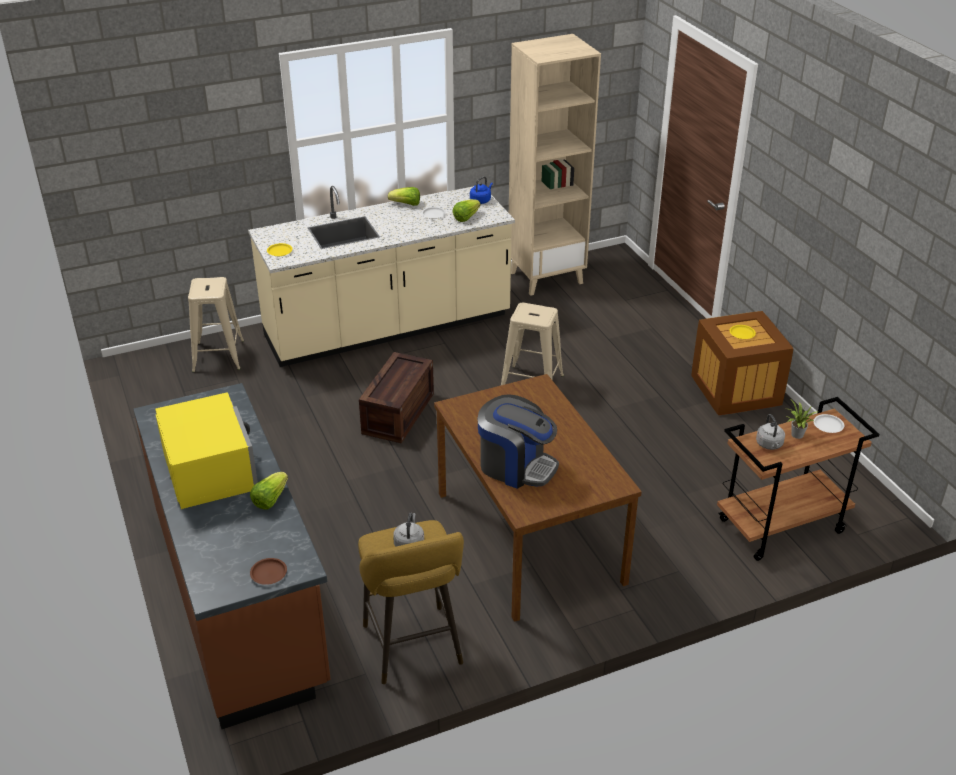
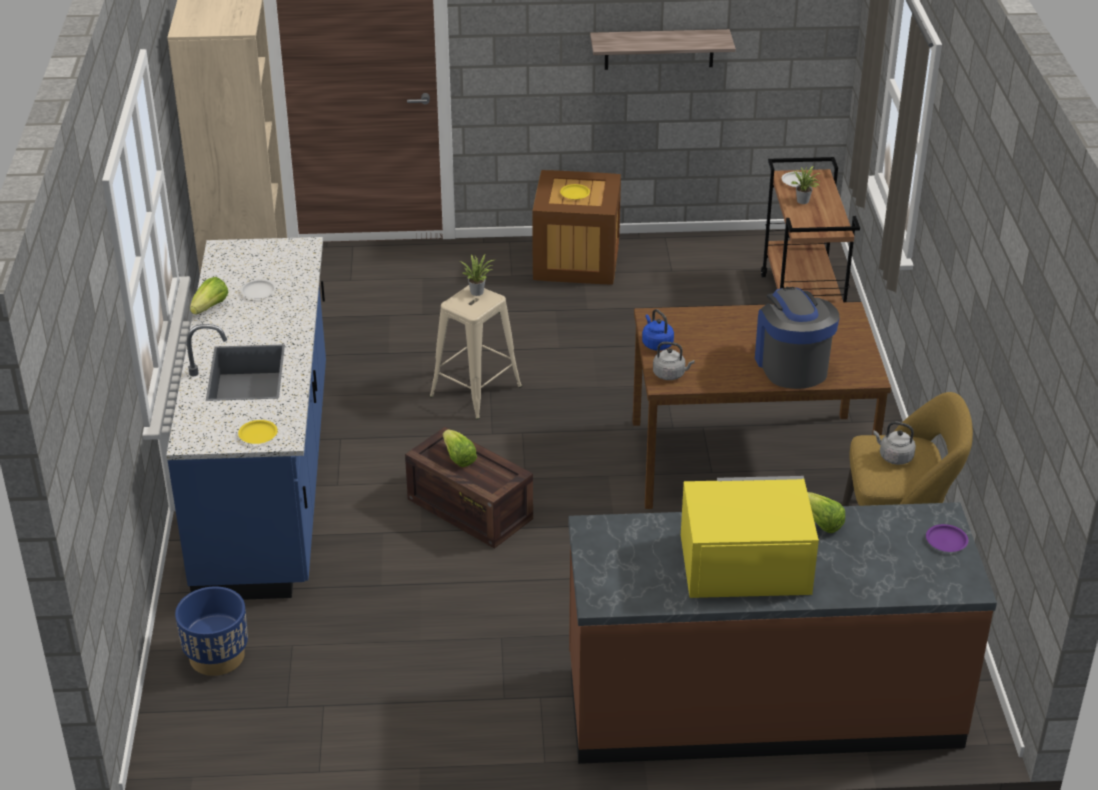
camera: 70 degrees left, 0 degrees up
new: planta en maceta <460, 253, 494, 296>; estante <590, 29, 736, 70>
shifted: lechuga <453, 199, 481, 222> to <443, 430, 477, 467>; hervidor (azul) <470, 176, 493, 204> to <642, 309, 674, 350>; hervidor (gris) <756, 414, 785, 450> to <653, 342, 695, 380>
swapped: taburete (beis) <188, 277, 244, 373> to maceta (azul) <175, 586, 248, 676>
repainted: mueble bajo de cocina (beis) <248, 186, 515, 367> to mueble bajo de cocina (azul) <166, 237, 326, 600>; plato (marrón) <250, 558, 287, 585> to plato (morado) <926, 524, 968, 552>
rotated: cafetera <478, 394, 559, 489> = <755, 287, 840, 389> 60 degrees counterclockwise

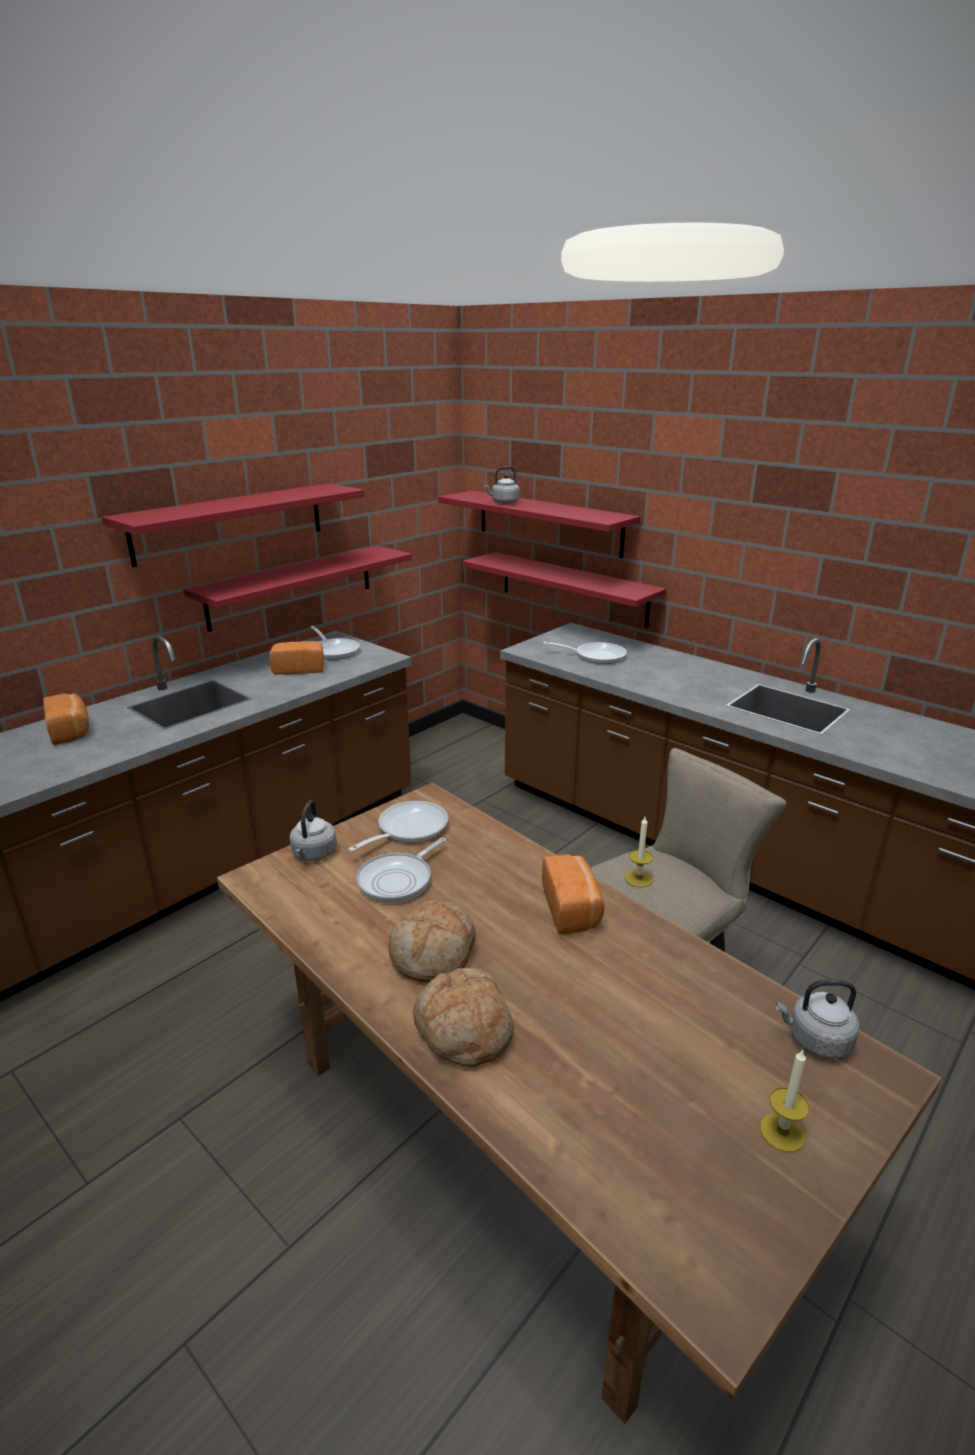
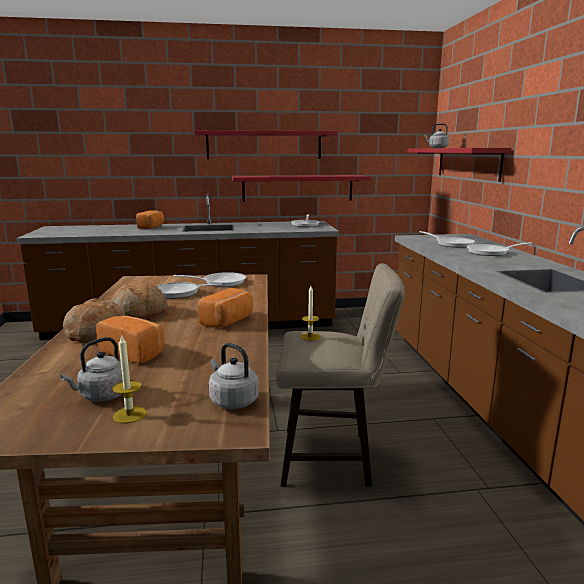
camera: 40 degrees right, 10 degrees down
gone: estante (rojo) <463, 552, 666, 628>
new: sartén <467, 242, 533, 256>
shifted: hervidor (gris) <290, 800, 337, 861> to <61, 337, 123, 401>; pan <269, 641, 324, 675> to <96, 316, 165, 364>

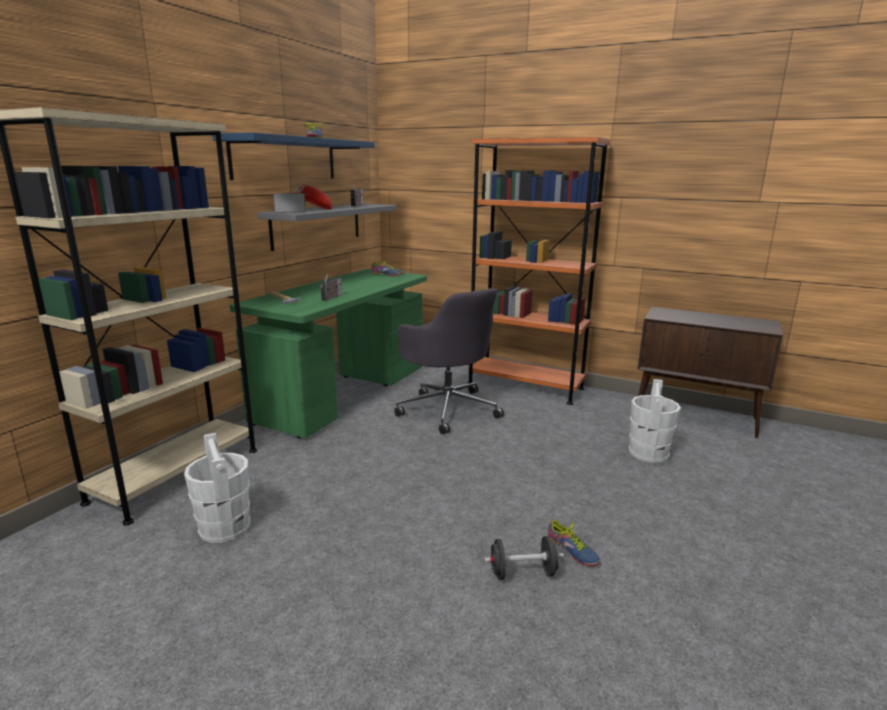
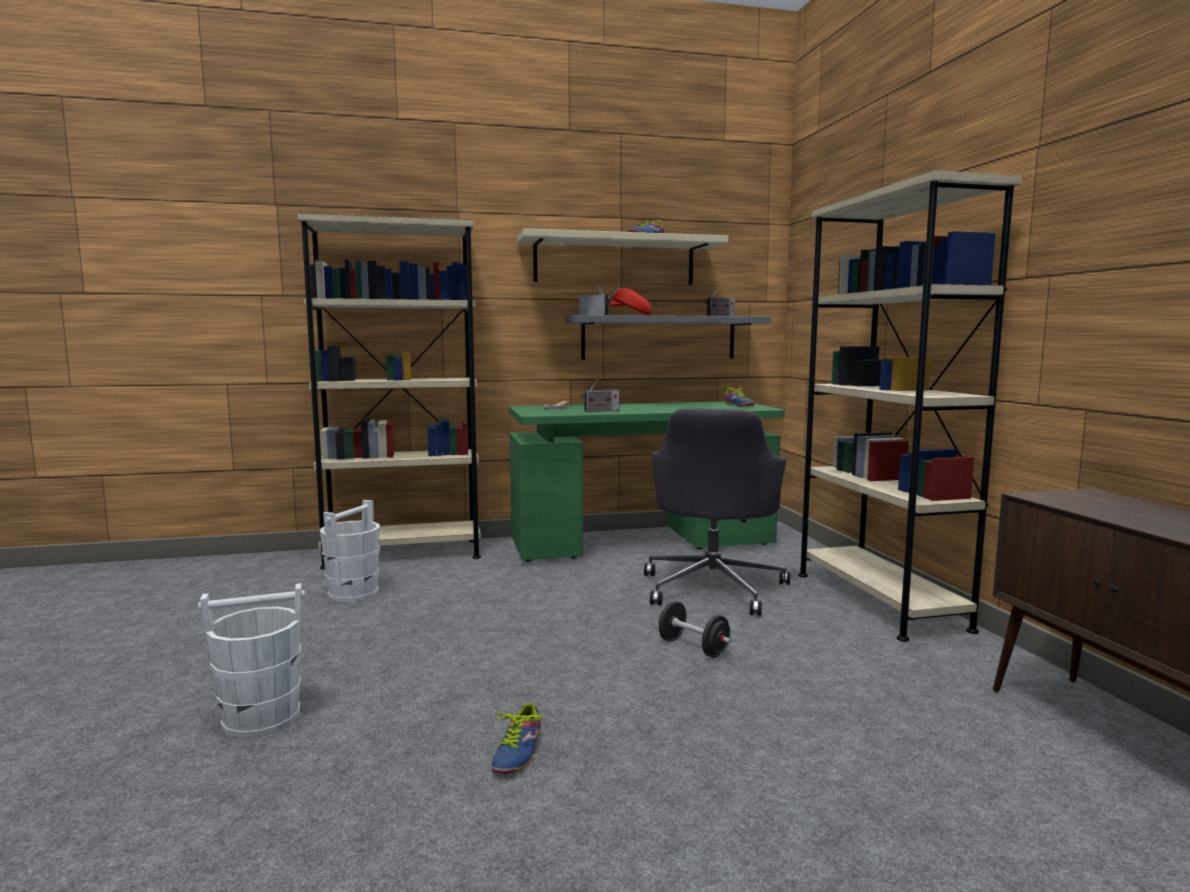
camera: 50 degrees right, 10 degrees down
shifted: cubo (blanco) <629, 379, 681, 463> to <198, 583, 305, 738>; mancuerna (negro) <484, 536, 564, 580> to <658, 601, 731, 658>
repainted: estante (azul) <212, 132, 375, 180> to estante (beis) <517, 228, 728, 285>; estantería (naranja) <467, 137, 610, 405> to estantería (beis) <798, 170, 1022, 642>

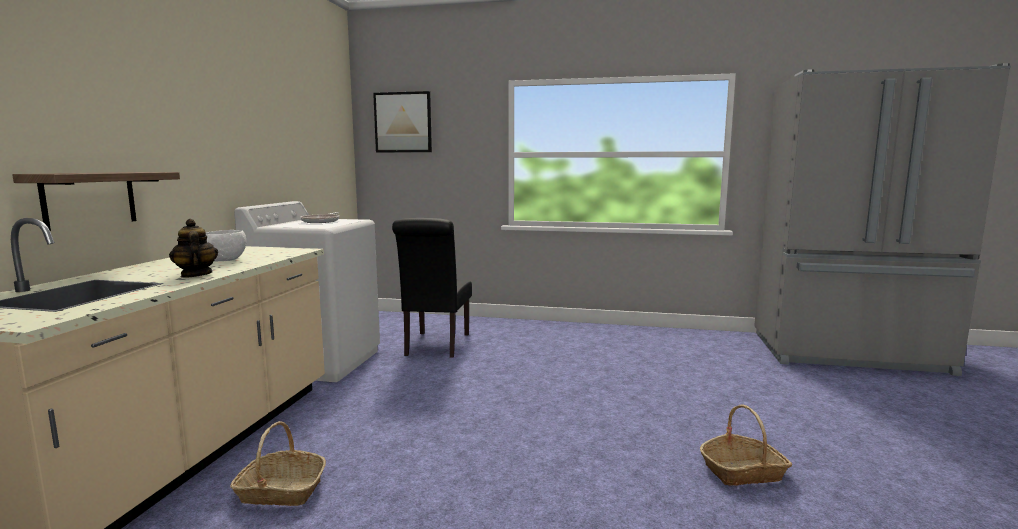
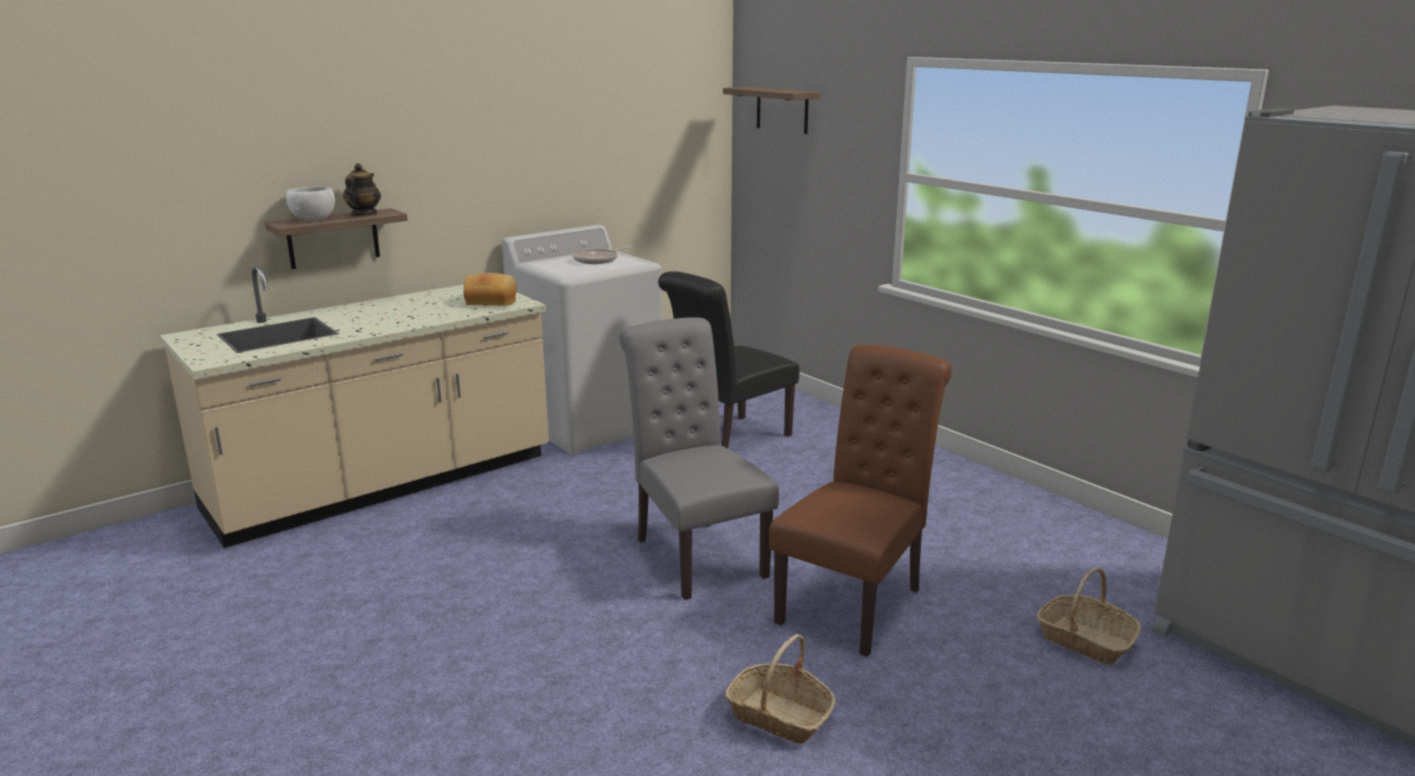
camera: 40 degrees right, 10 degrees up
new: pan <464, 273, 517, 306>; silla (gris) <619, 317, 779, 600>; silla (marrón) <769, 344, 952, 657>
shifted: cuenco (blanco) <206, 230, 246, 261> to <286, 186, 335, 220>; tetera <169, 219, 218, 278> to <343, 163, 381, 216>; cesta <230, 421, 326, 506> to <1037, 568, 1141, 665>
swapped: cuadro <373, 91, 432, 153> to estante <723, 87, 820, 134>

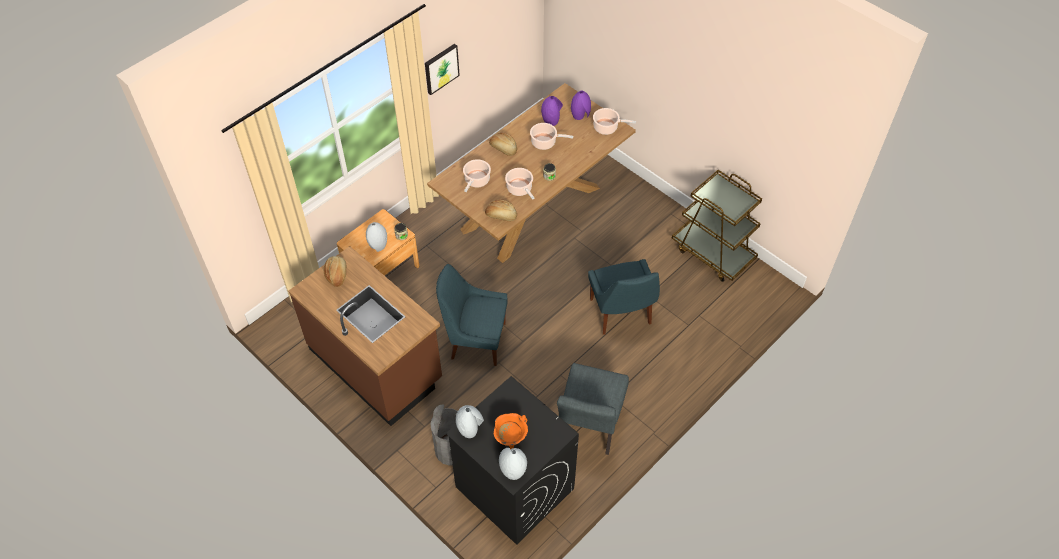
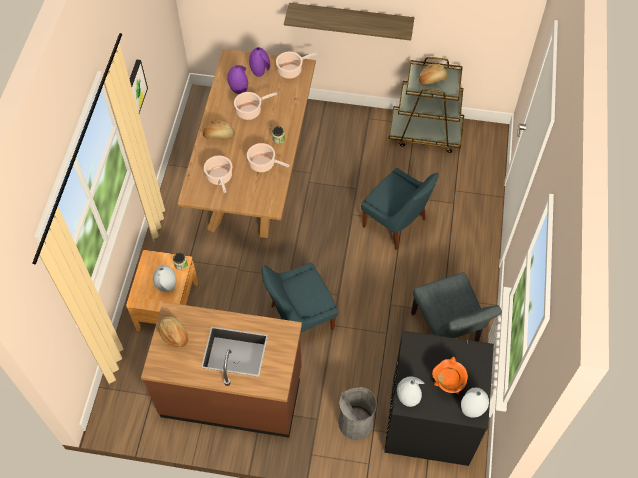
camera: 35 degrees left, 5 degrees up
new: estante <284, 3, 414, 41>
shifted: pan <485, 200, 517, 221> to <419, 64, 448, 85>

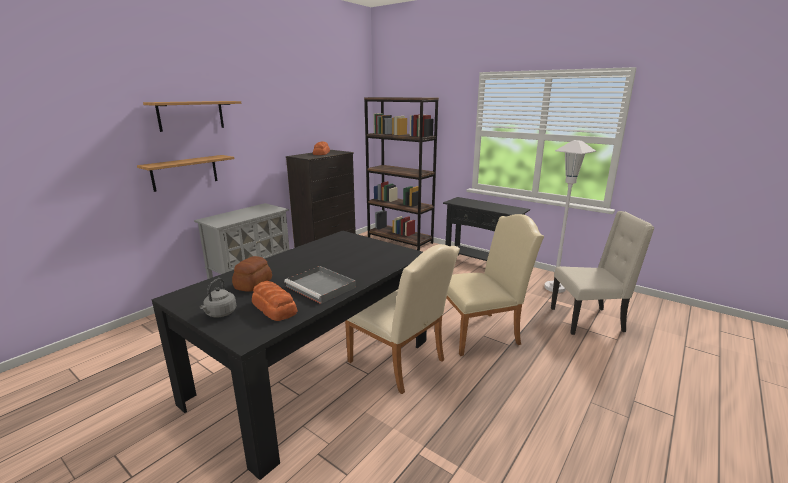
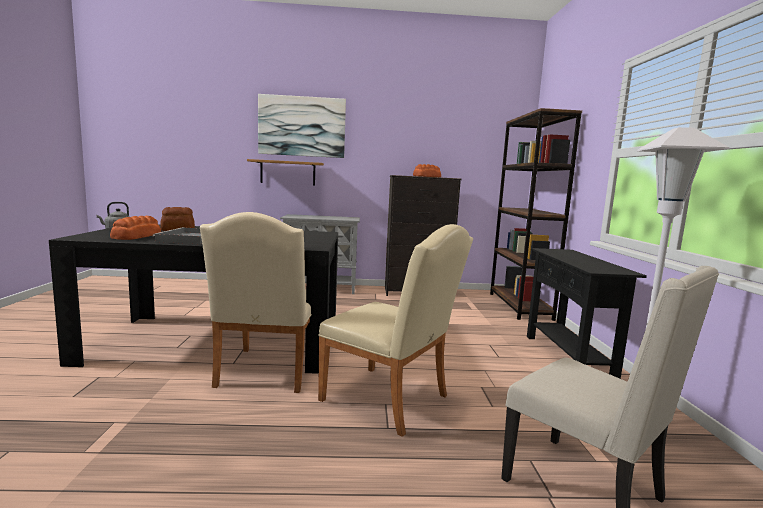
camera: 50 degrees right, 10 degrees down
swapped: estante <143, 101, 241, 132> to cuadro <258, 94, 346, 158>

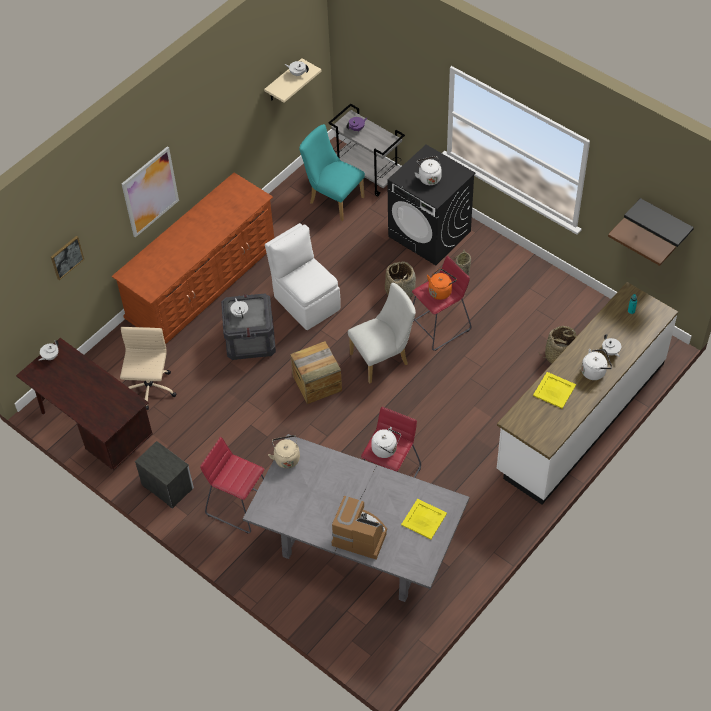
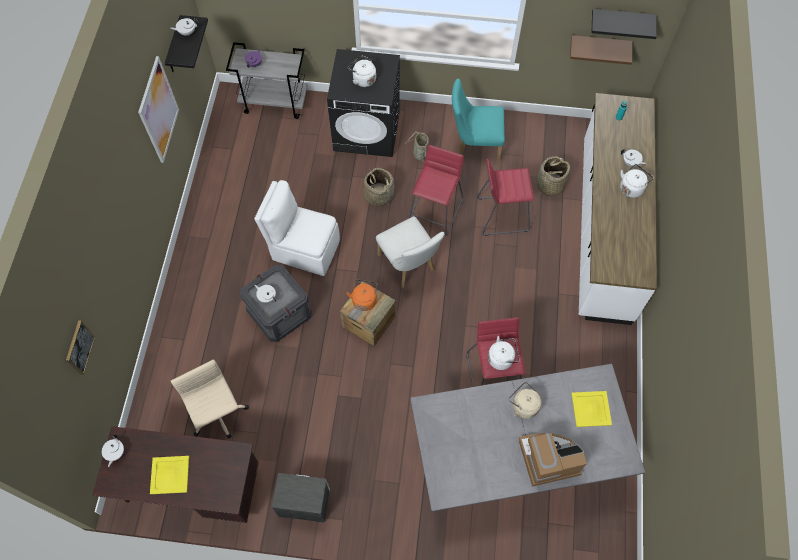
camera: 35 degrees left, 10 degrees up
gone: cómoda (marrón) <112, 173, 274, 344>
shifted: cuadro <122, 146, 179, 237> to <138, 56, 179, 163>; bandeja (amarillo) <533, 372, 576, 409> to <150, 456, 189, 494>; hervidor (naranja) <427, 268, 457, 300> to <346, 279, 378, 311>; silla (turquesa) <299, 124, 365, 221> to <452, 78, 505, 162>; taburete (rojo) <200, 437, 265, 534> to <477, 159, 534, 236>; hervidor (beis) <268, 435, 300, 468> to <509, 382, 542, 419>
repainted: estante (beis) <264, 58, 322, 103> to estante (negro) <165, 15, 208, 72>
rotated: silla (blanco) <348, 283, 416, 384> = <376, 216, 444, 288> 120 degrees clockwise

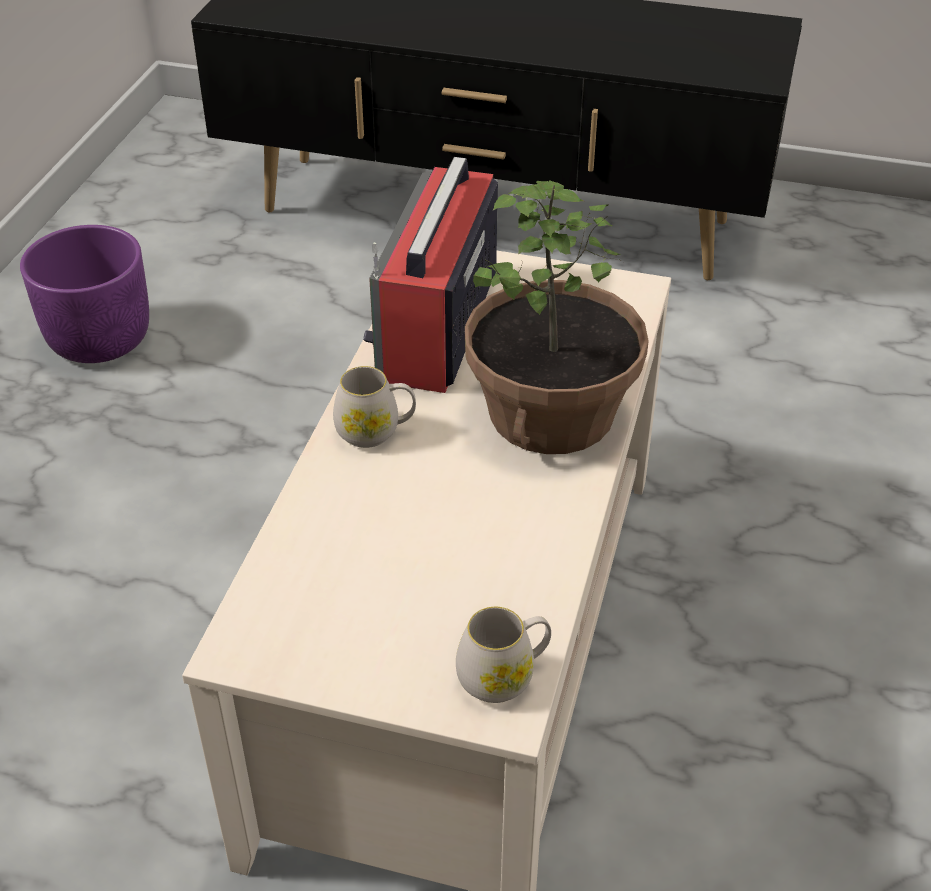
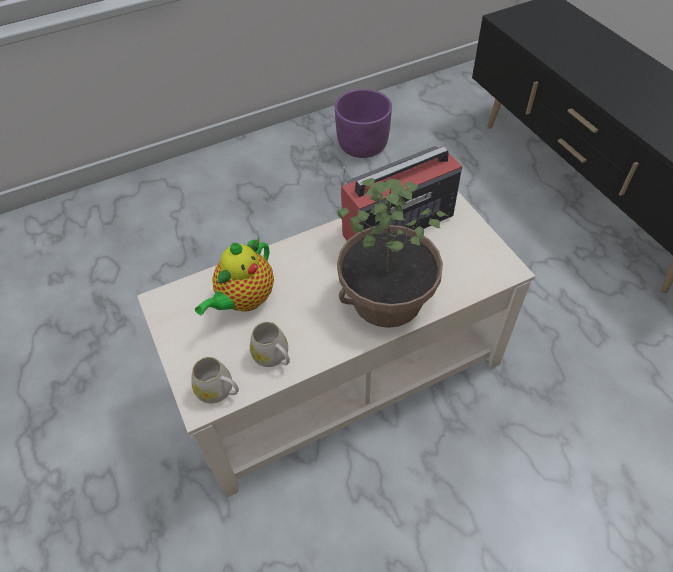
camera: 50 degrees right, 10 degrees up
new: tetera <195, 237, 274, 316>
shifted: taza grande (blanco) <333, 366, 416, 448> to <250, 322, 290, 367>

